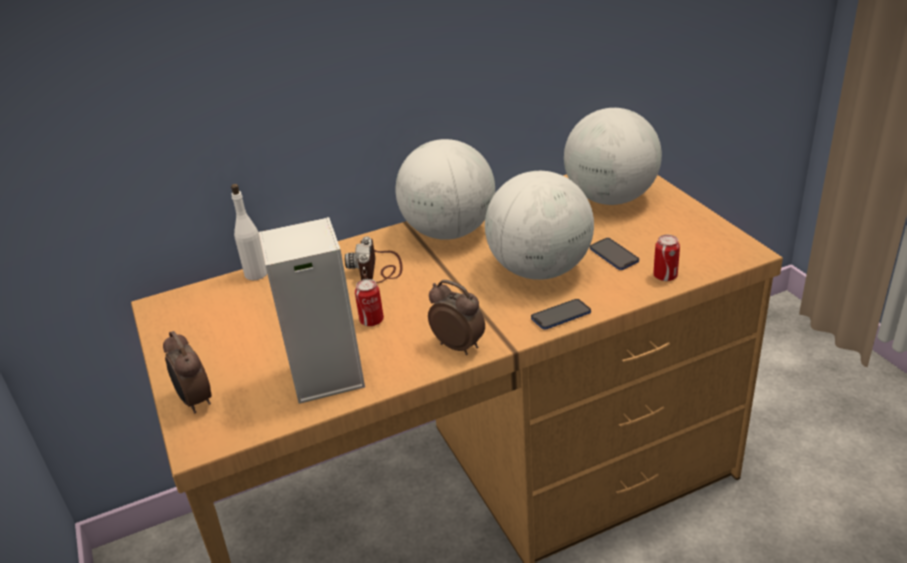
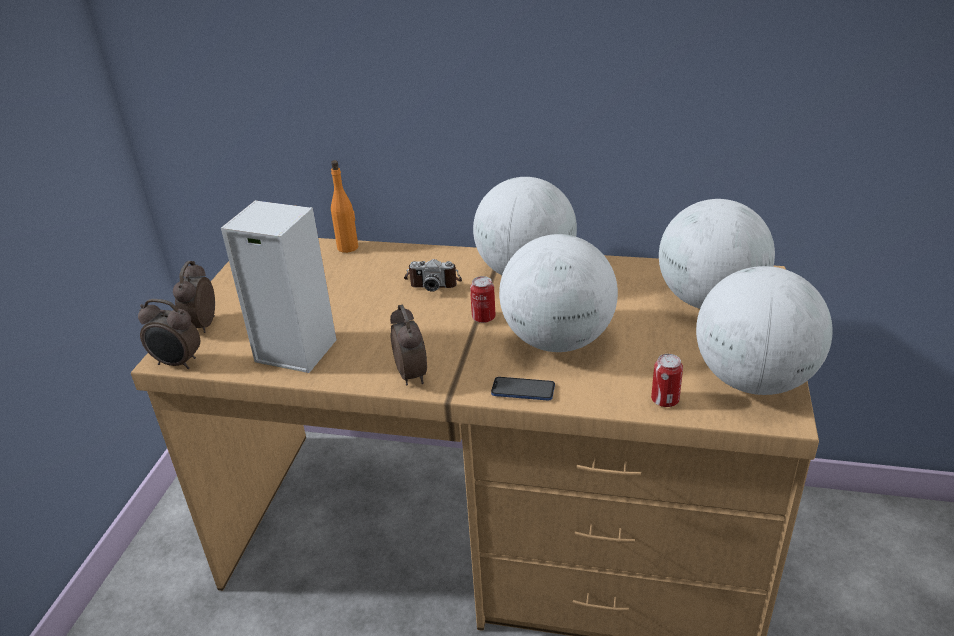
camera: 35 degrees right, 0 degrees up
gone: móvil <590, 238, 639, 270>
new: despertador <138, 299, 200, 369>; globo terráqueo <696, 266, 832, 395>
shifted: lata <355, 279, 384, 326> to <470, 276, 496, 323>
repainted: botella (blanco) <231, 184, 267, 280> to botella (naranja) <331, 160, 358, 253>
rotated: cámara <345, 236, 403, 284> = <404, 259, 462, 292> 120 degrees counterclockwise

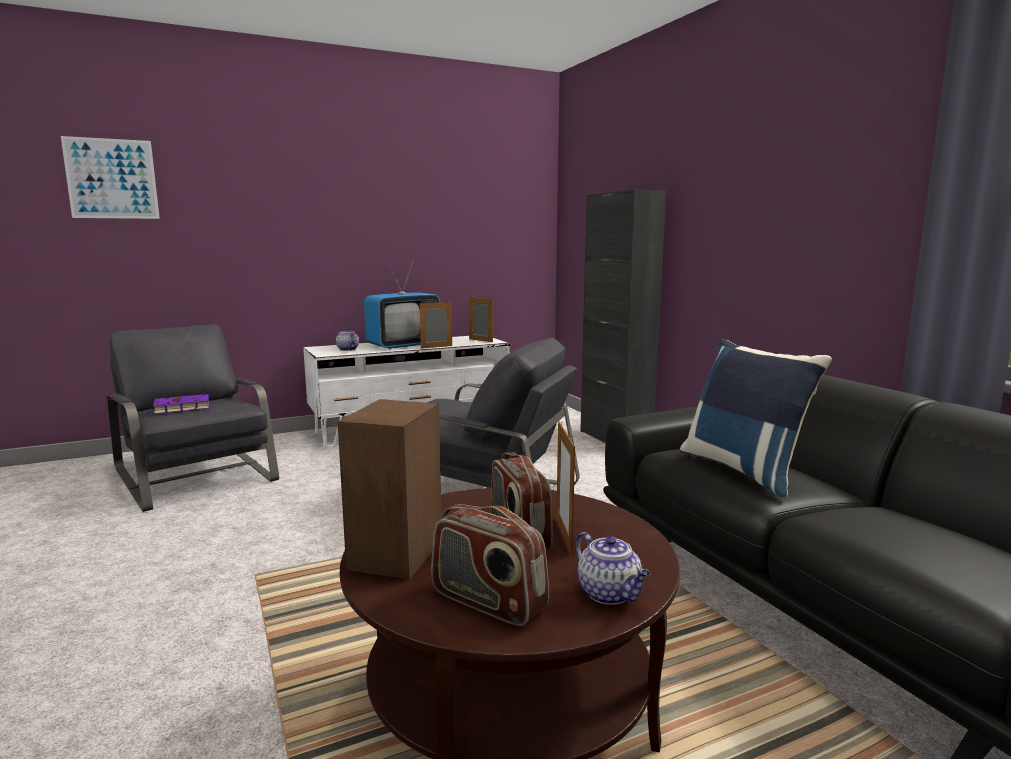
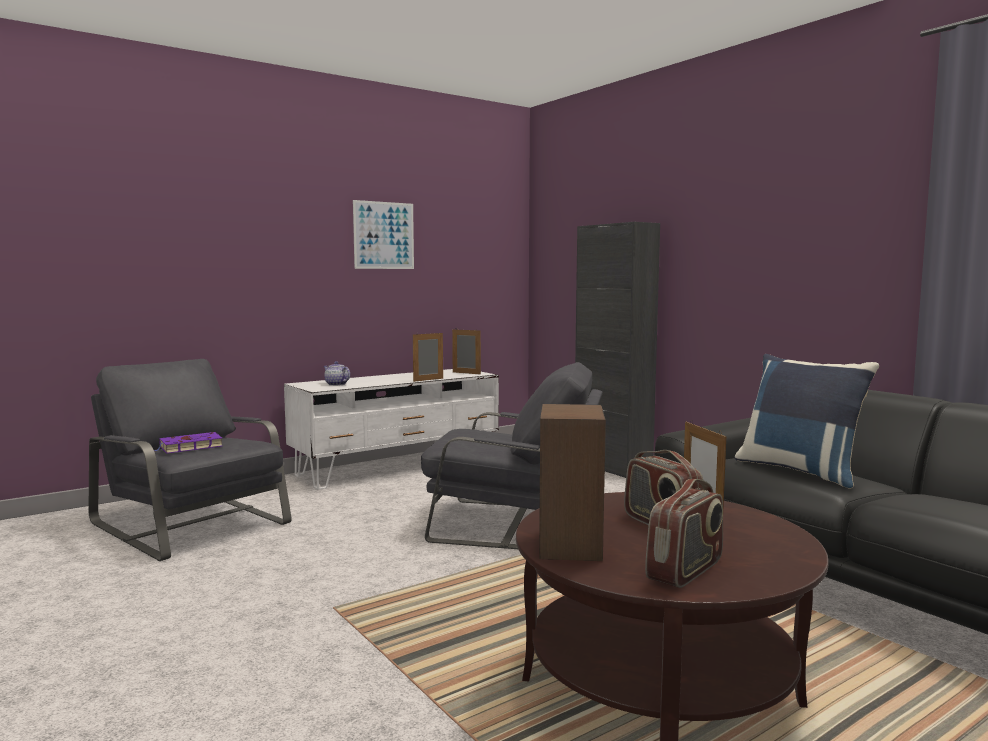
camera: 10 degrees left, 5 degrees down
gone: televisor <364, 259, 440, 349>; tetera <575, 532, 650, 605>
shifted: cuadro <61, 136, 160, 219> to <353, 200, 414, 269>
rotated: radio <431, 504, 549, 626> = <645, 479, 723, 588> 75 degrees counterclockwise

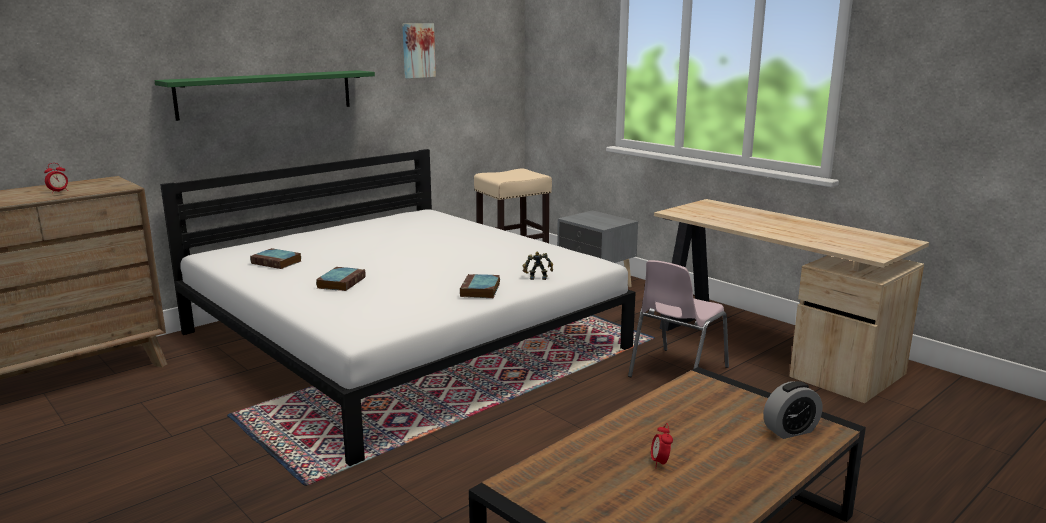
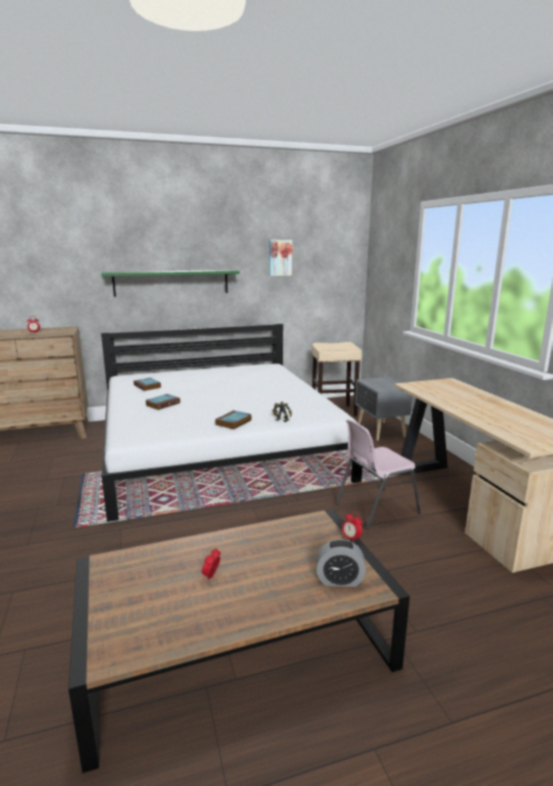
camera: 25 degrees right, 0 degrees up
new: despertador <342, 511, 362, 544>

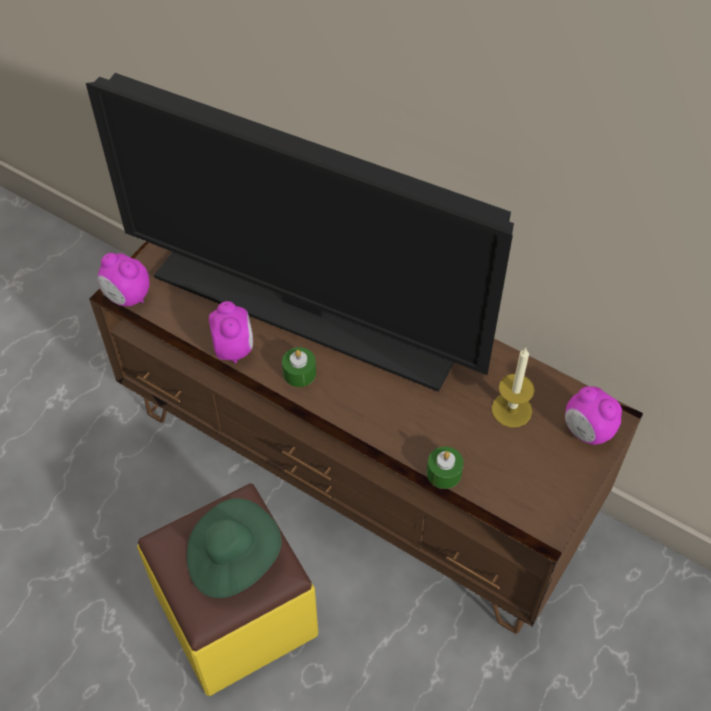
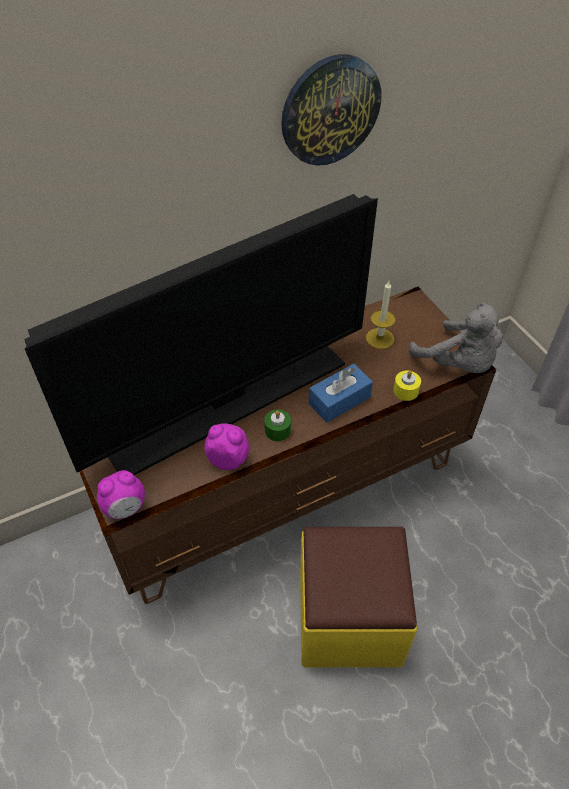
camera: 60 degrees left, 5 degrees down
gone: sombrero (verde) <187, 498, 282, 598>; despertador <565, 386, 622, 445>
new: reloj de pared <281, 54, 381, 166>; caja de pañuelos (azul) <309, 364, 373, 423>; peluche (gris) <409, 302, 503, 373>
repainted: vela (verde) <427, 447, 464, 489> to vela (amarillo) <393, 371, 421, 401>

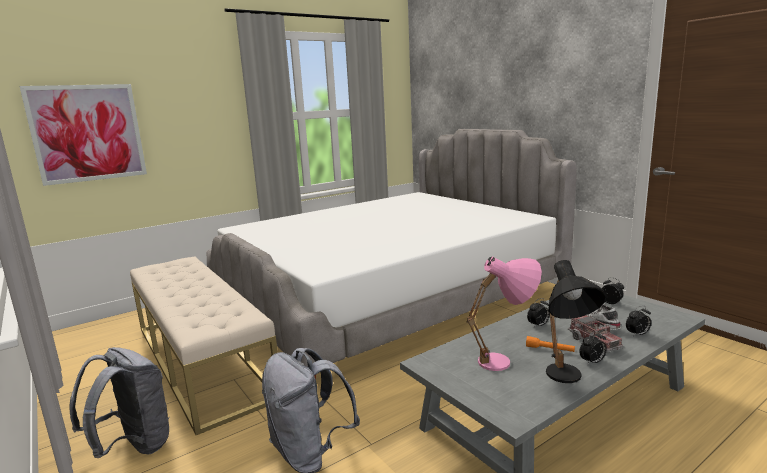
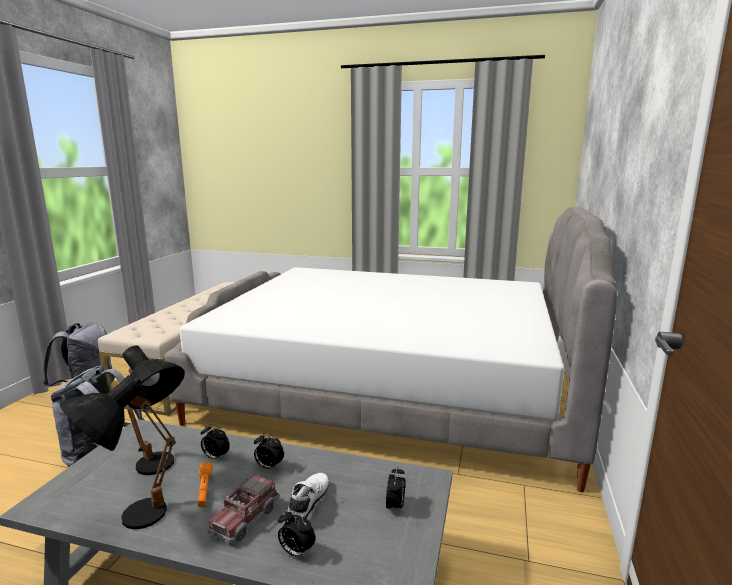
camera: 50 degrees right, 0 degrees up
gone: cuadro <20, 84, 147, 186>
shifted: despertador <579, 331, 607, 365> to <201, 424, 230, 461>
repainted: lámpara de mesa (rosa) <467, 257, 542, 371> to lámpara de mesa (negro) <122, 345, 185, 475>

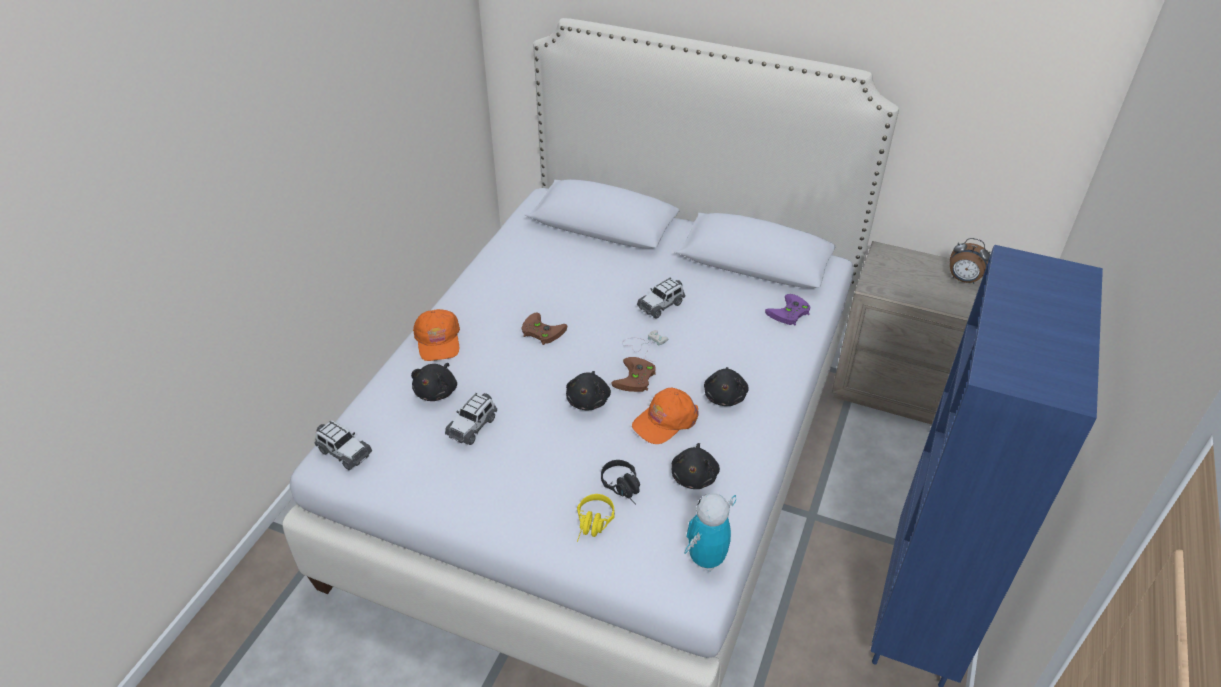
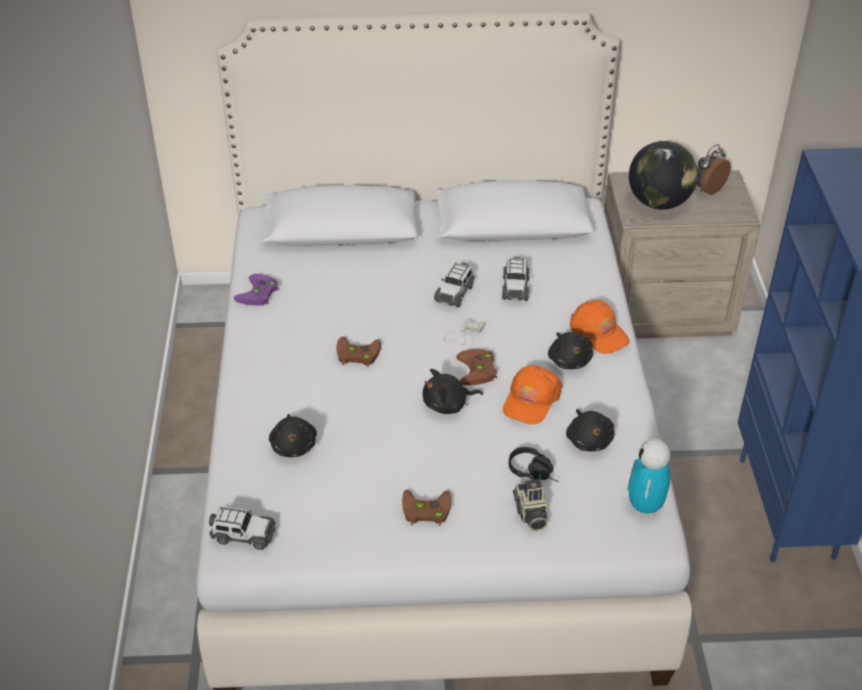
camera: 25 degrees left, 0 degrees up
new: mando de consola (marrón) <402, 490, 451, 525>; globo terráqueo <629, 141, 698, 210>
shifted: mando de consola (morado) <765, 294, 811, 326> to <234, 274, 279, 306>; coche de juguete <445, 393, 497, 445> to <502, 257, 530, 301>; gorra (naranja) <413, 309, 460, 361> to <570, 300, 630, 354>
swapped: auriculares (amarillo) <577, 494, 615, 542> to cámara <513, 479, 548, 531>
rotated: peluche (negro) <566, 371, 611, 410> = <423, 369, 483, 414> 90 degrees clockwise; despertador <950, 238, 991, 284> = <697, 144, 731, 195> 135 degrees clockwise

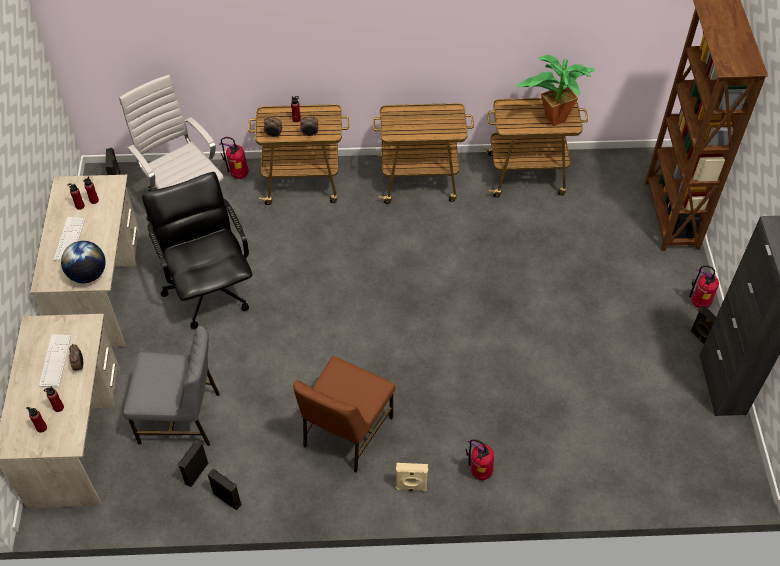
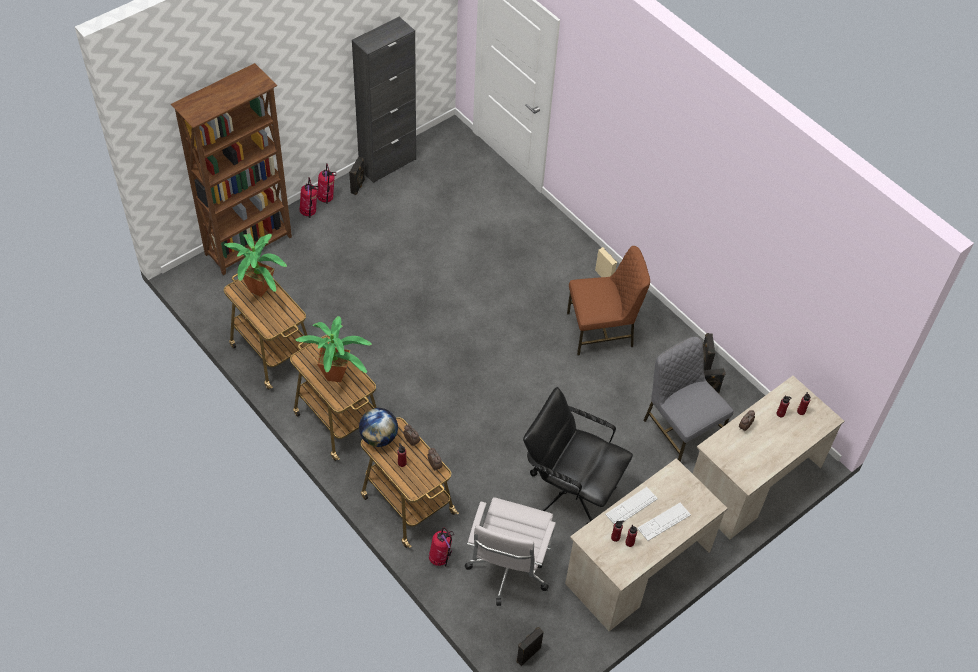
camera: 130 degrees left, 0 degrees up
new: planta en maceta <295, 316, 372, 382>
shifted: extintor <466, 440, 494, 480> to <300, 177, 319, 218>; globo terráqueo <61, 241, 106, 283> to <359, 408, 398, 447>; teclado <39, 334, 71, 387> to <605, 487, 658, 524>
rotated: silla de oficina (negro) <142, 172, 252, 329> = <523, 387, 633, 524> 90 degrees clockwise

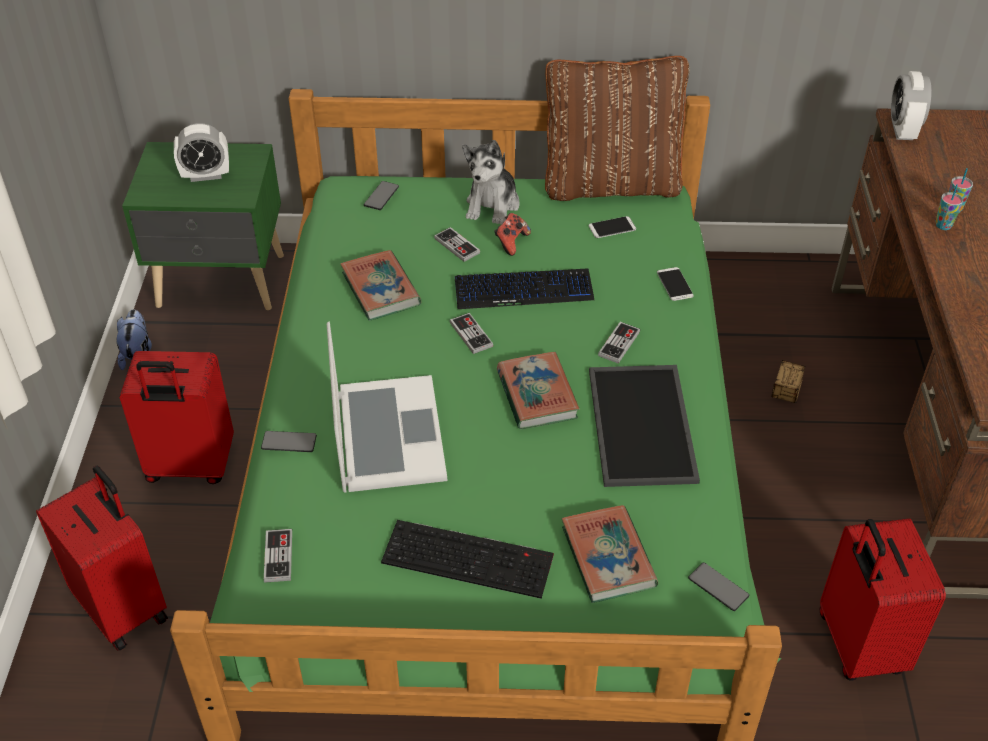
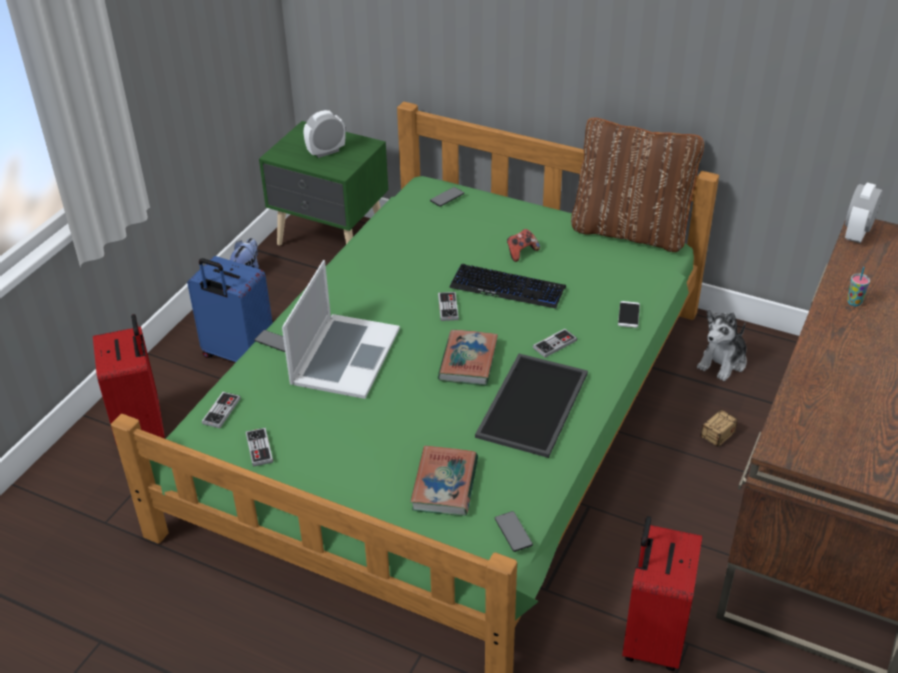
camera: 25 degrees right, 5 degrees down
gone: libro <340, 250, 421, 321>; teclado <381, 520, 554, 599>; móvil <589, 216, 636, 238>; taza <936, 184, 963, 230>
shifted: mando de consola <434, 227, 480, 262> to <246, 428, 273, 467>; peluche <462, 140, 520, 224> to <697, 309, 747, 381>
repainted: maleta (rojo) <120, 351, 234, 484> to maleta (azul) <187, 256, 273, 362>
rotated: despertador <174, 123, 229, 182> = <304, 110, 345, 158> 135 degrees clockwise

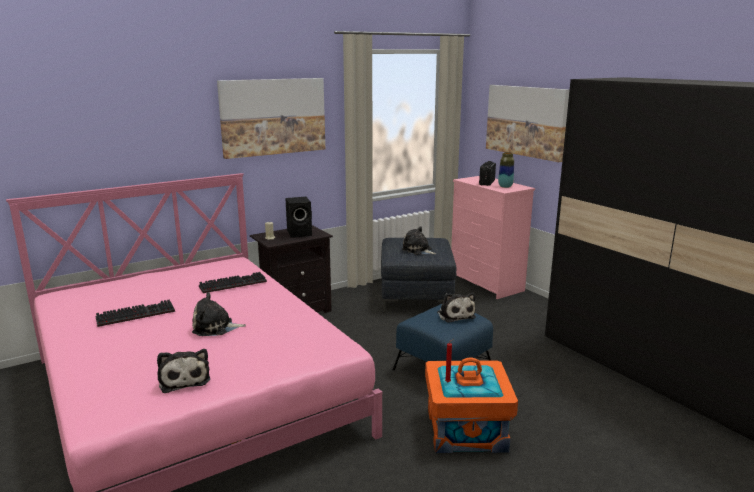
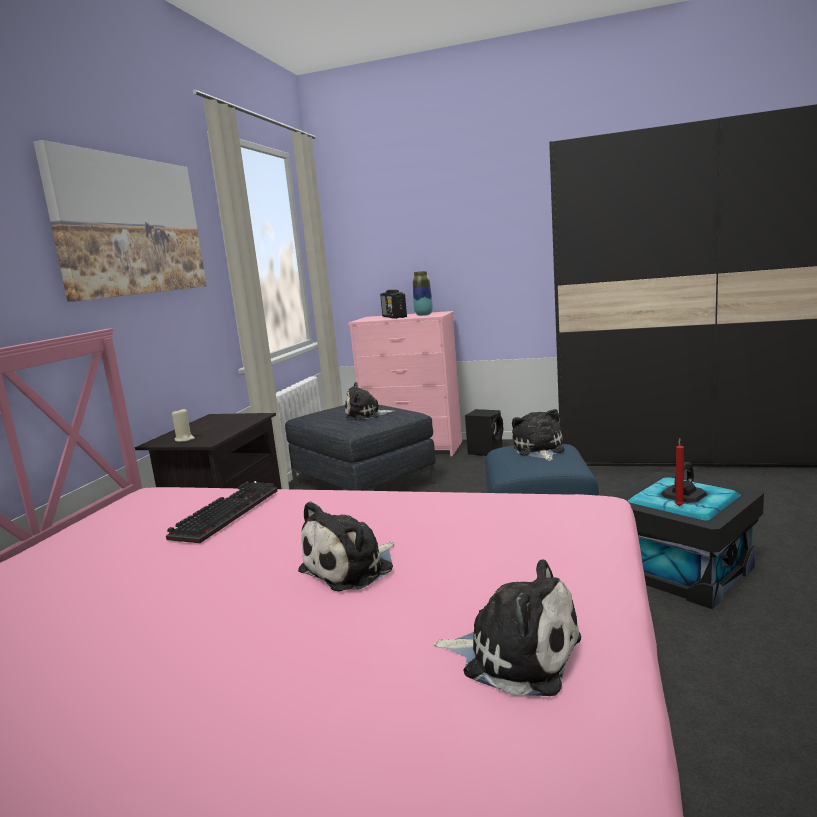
camera: 40 degrees left, 5 degrees down
gone: teclado <95, 300, 175, 327>; cuadro <486, 85, 570, 162>
shifted: altavoz (negro) <285, 197, 312, 238> to <465, 409, 503, 456>
repainted: caja de almacenaje (naranja) <425, 357, 518, 453> to caja de almacenaje (negro) <613, 462, 764, 609>
rotated: peluche <437, 293, 476, 323> = <512, 409, 564, 461> 120 degrees counterclockwise

